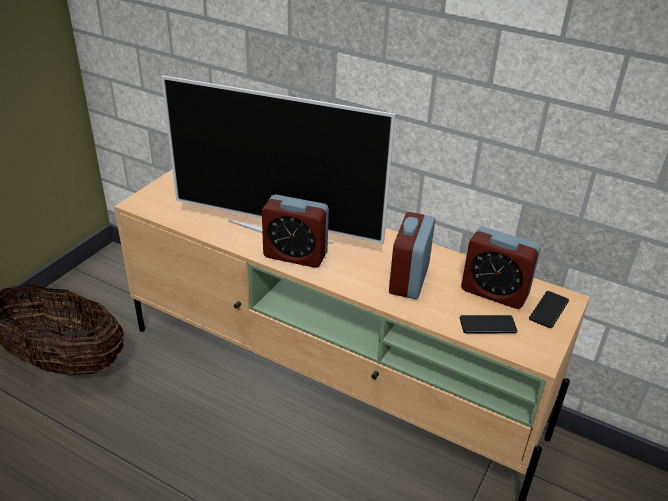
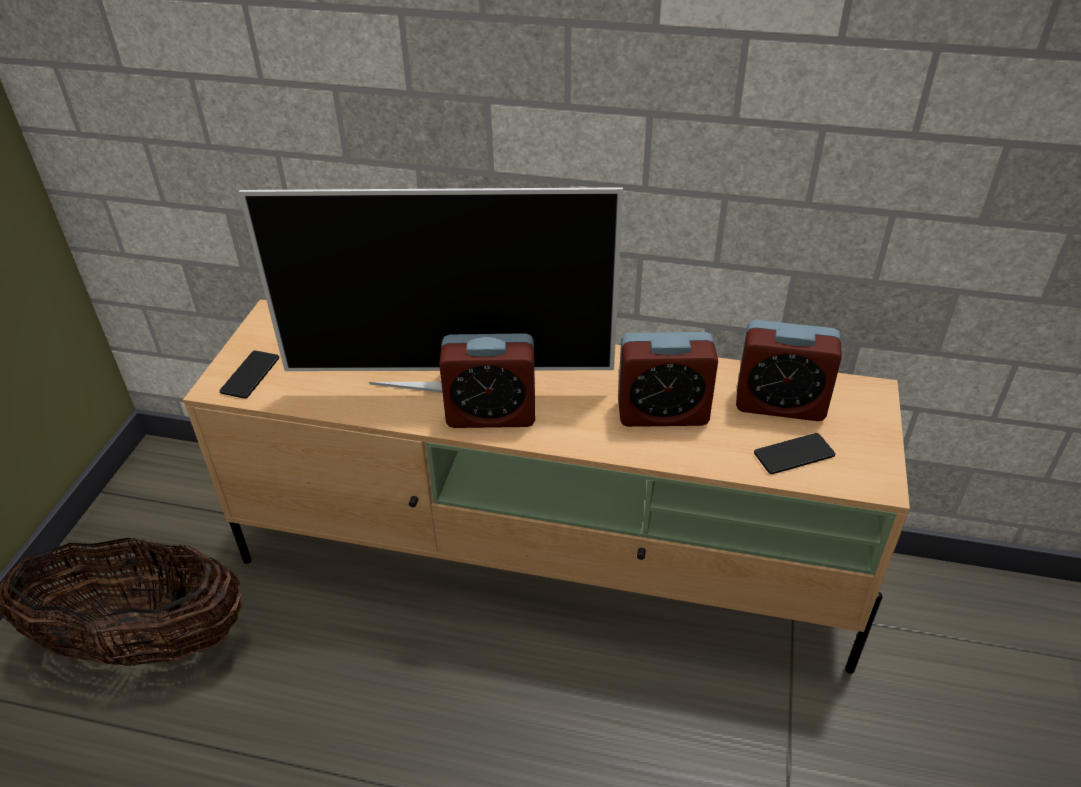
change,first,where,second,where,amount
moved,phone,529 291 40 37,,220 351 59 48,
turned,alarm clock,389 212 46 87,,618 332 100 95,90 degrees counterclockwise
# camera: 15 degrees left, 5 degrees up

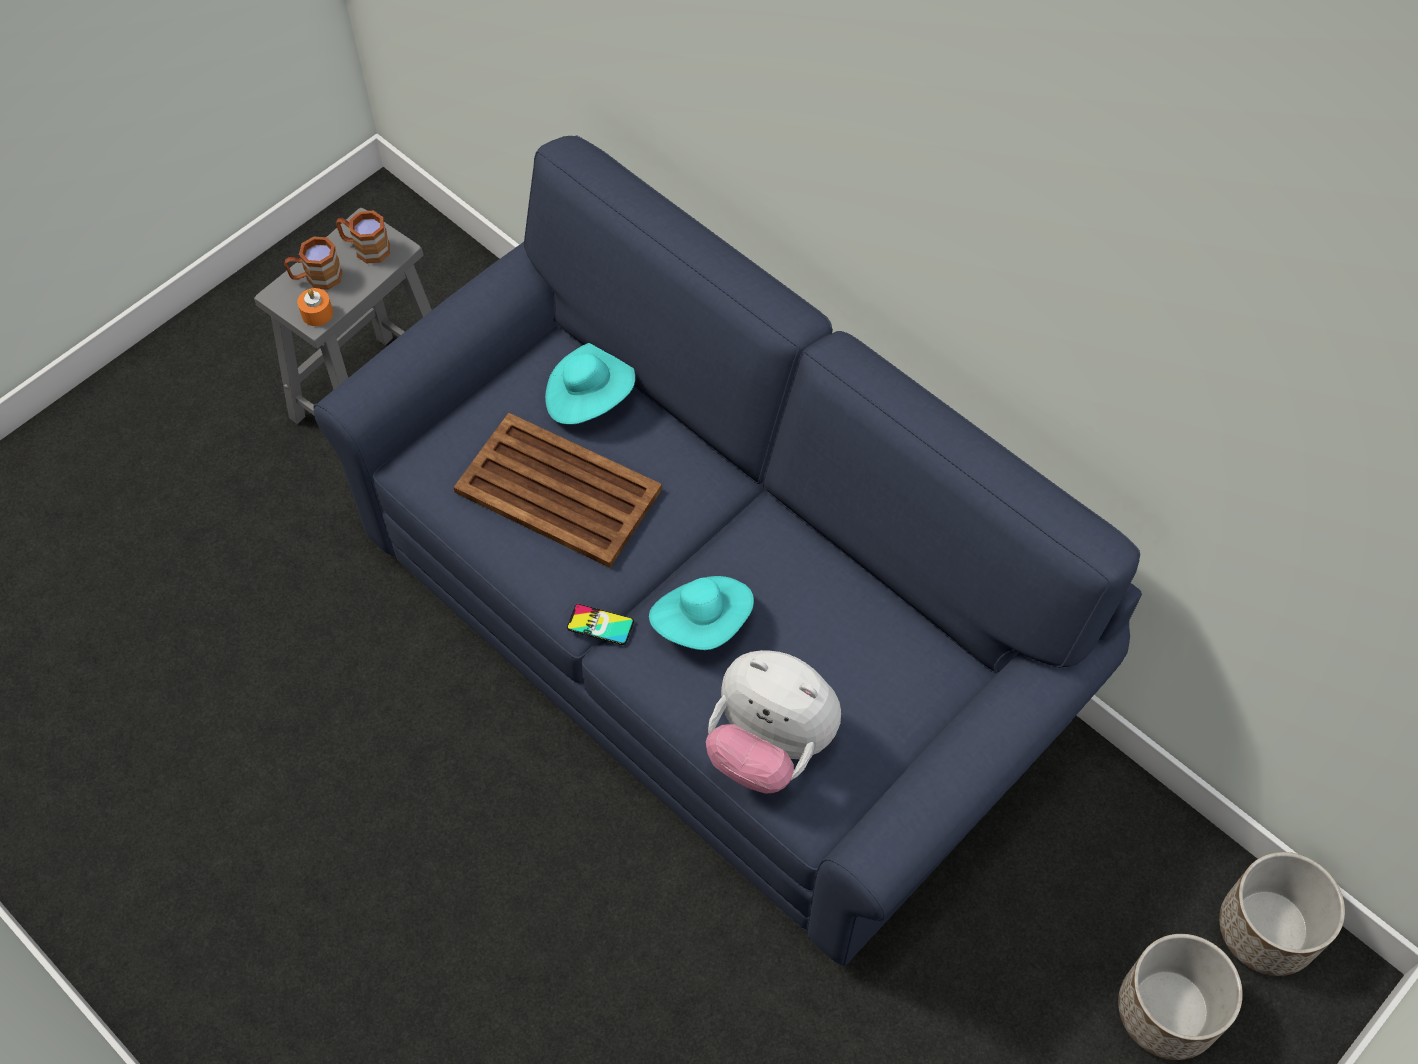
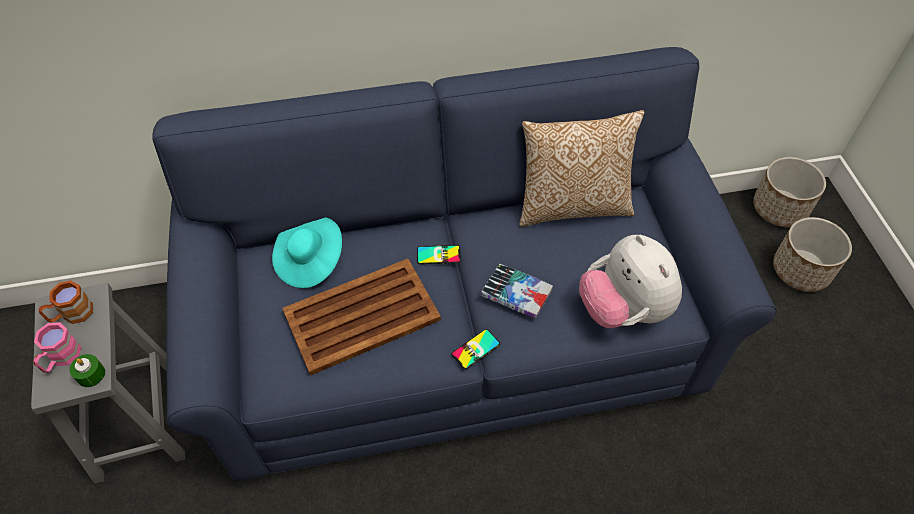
change,first,where,second,where,amount
recoloured,brown mug,284 236 59 54,pink mug,33 322 48 51,
recoloured,orange candle,297 288 36 38,green candle,69 354 36 33,
added,,,phone,417 245 44 19,
replaced,turquoise hat,649 576 105 74,book,481 264 72 55,
added,,,pillow,519 110 126 117,
turned,plush toy,706 650 135 143,,579 235 103 93,90 degrees clockwise
# camera: 55 degrees left, 5 degrees down

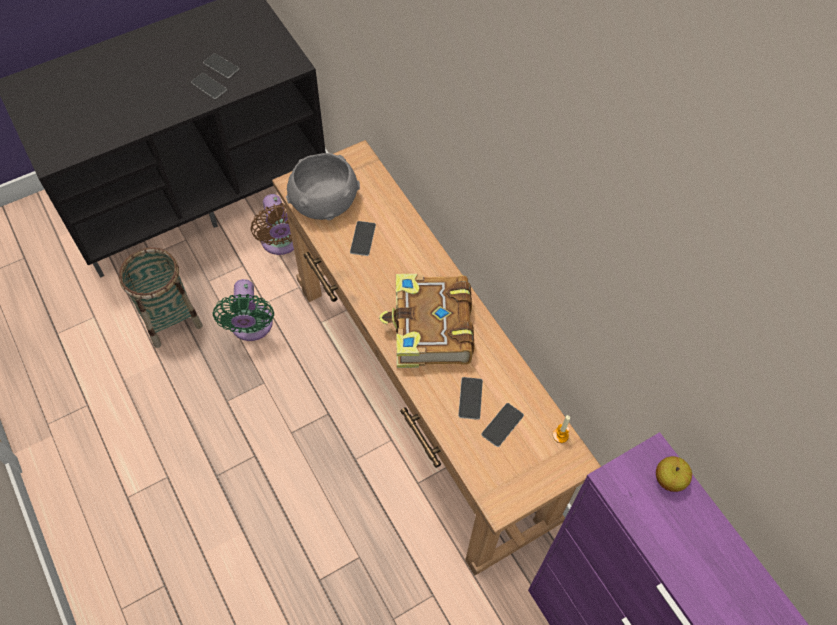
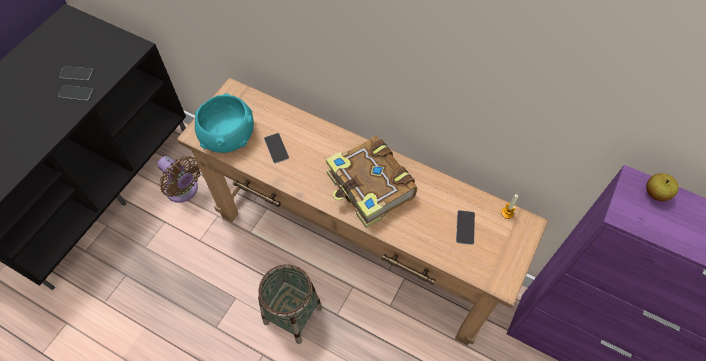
change,first,where,second,where,amount
recoloured,grey bowl,286 153 74 67,turquoise bowl,195 93 59 60,
moved,basket,119 247 83 101,,258 264 64 80,
removed,green fan,213 279 61 62,,,
removed,phone,458 377 25 43,,,
# camera: 30 degrees left, 0 degrees up

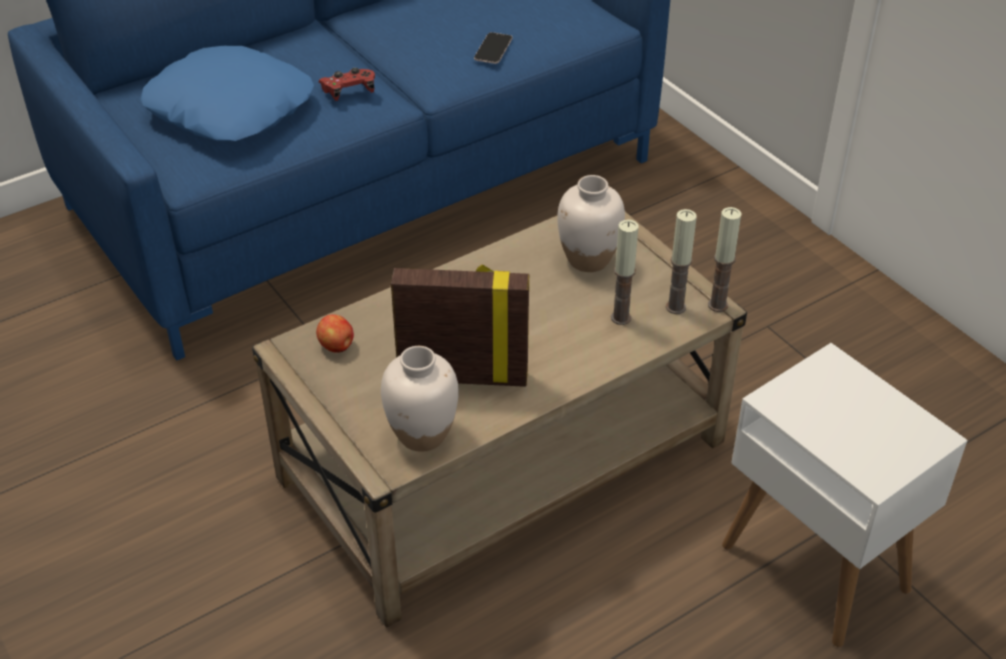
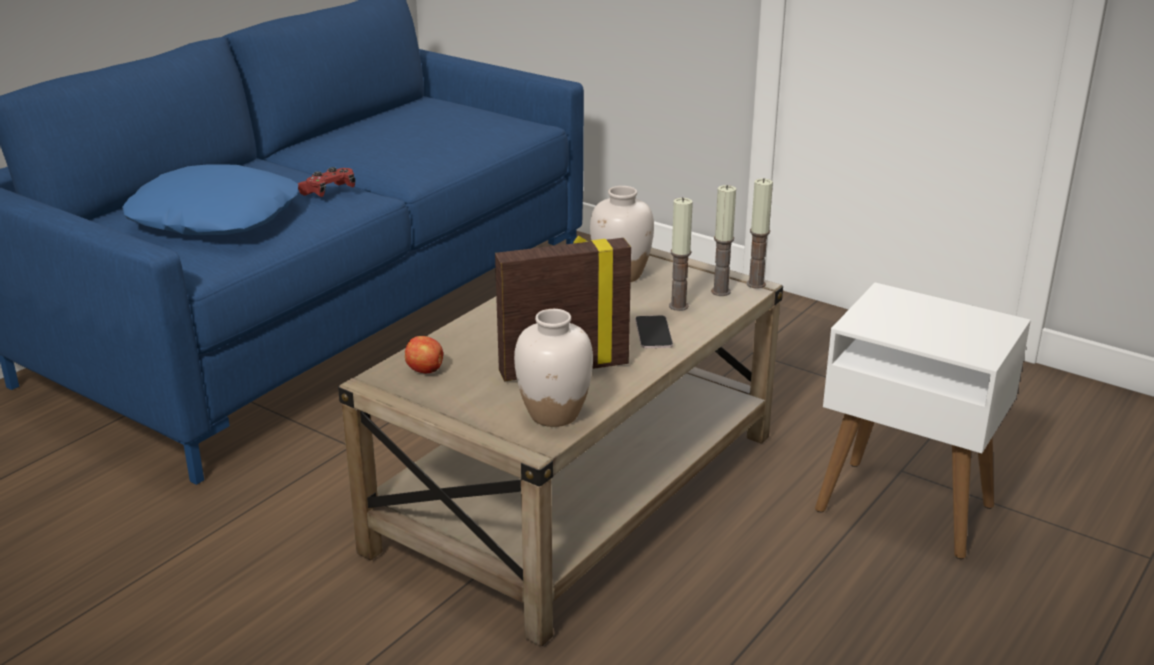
change,first,where,second,where,amount
moved,phone,474 32 38 32,,635 315 38 33,
# camera: 20 degrees left, 15 degrees down

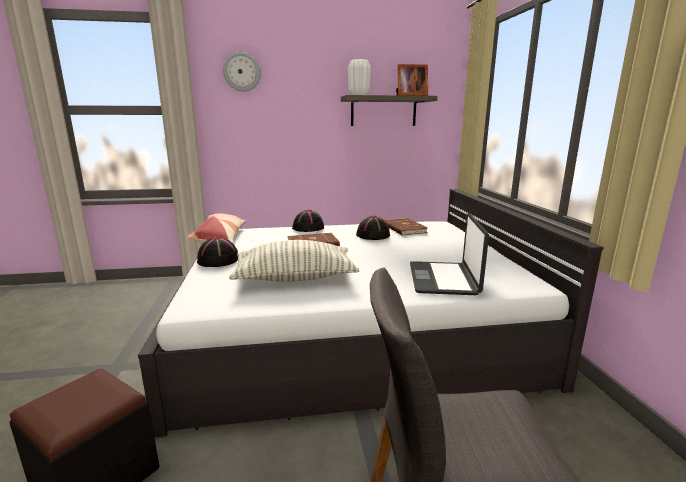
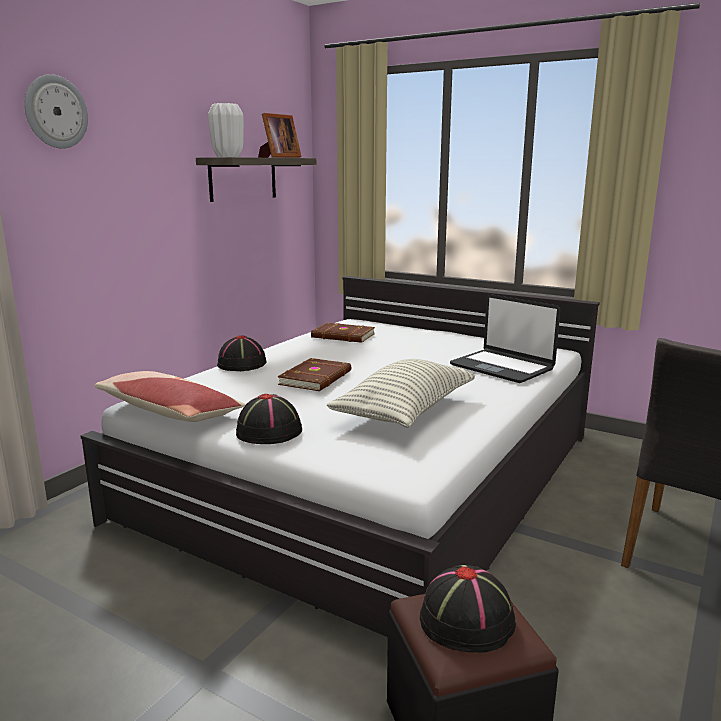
change,first,where,second,where,amount
moved,black hat,356 216 34 24,,420 565 96 88,
# camera: 50 degrees left, 0 degrees up

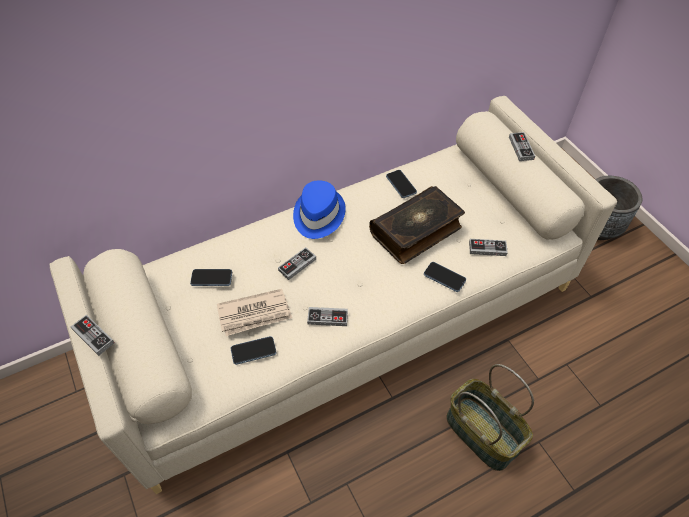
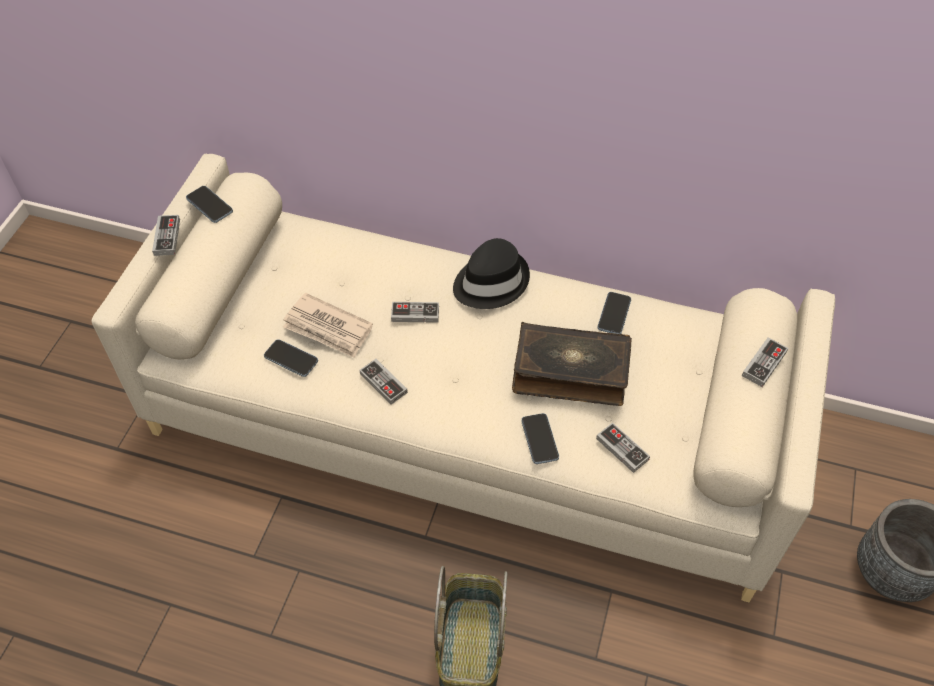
change,first,where,second,where,amount
moved,phone,190 269 42 17,,186 186 47 37,
recoloured,blue hat,293 180 53 59,black hat,453 238 77 71,
# camera: 45 degrees right, 0 degrees up

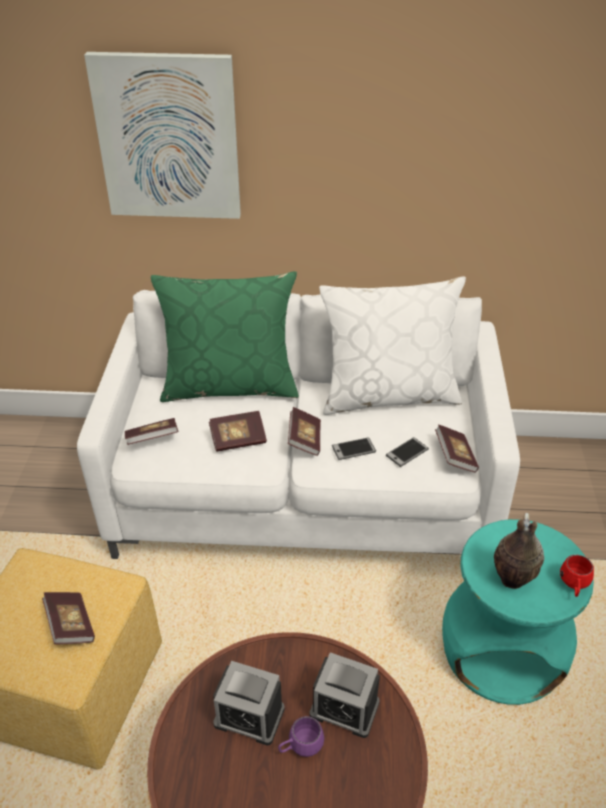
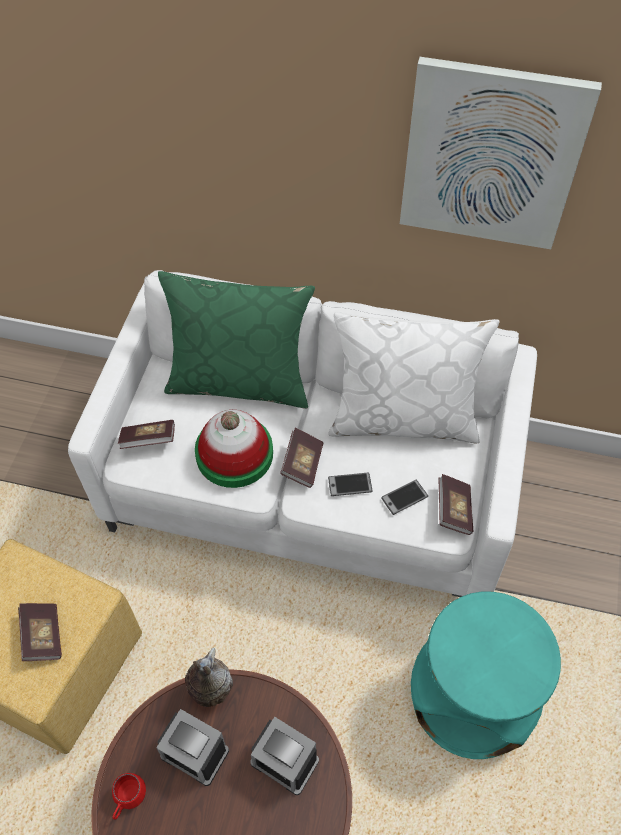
change,first,where,second,where,amount
moved,red mug,560 555 34 42,,112 773 34 46,
moved,vase,494 513 50 76,,185 648 48 59,
replaced,book,209 411 58 41,hat,195 410 78 78,
moved,picture,84 52 157 167,,400 57 202 192,
removed,purple mug,278 716 46 41,,,
# camera: 10 degrees right, 15 degrees up

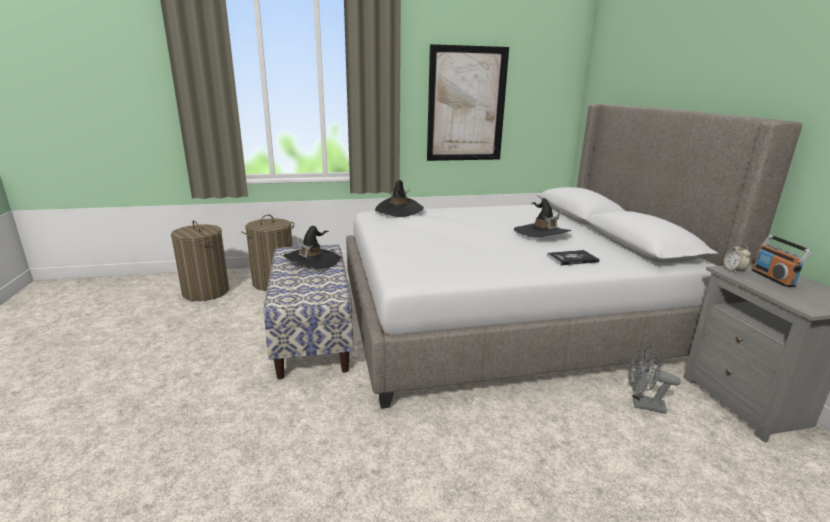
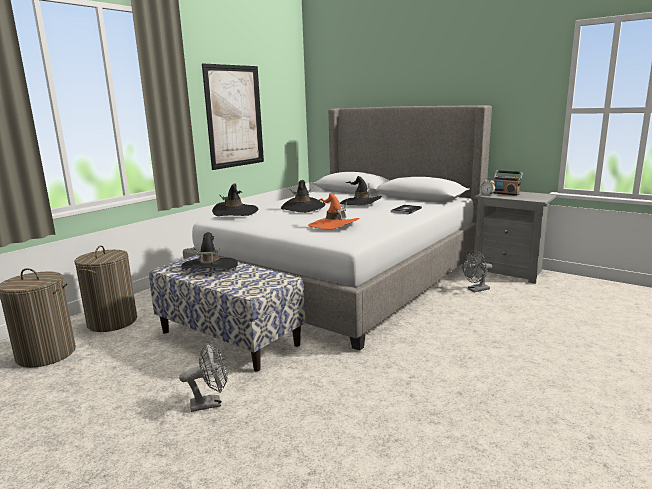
change,first,where,second,where,amount
added,,,grey fan,179 343 49 69,
added,,,black hat,281 180 44 33,
added,,,orange hat,308 193 51 36,
# camera: 40 degrees left, 5 degrees down

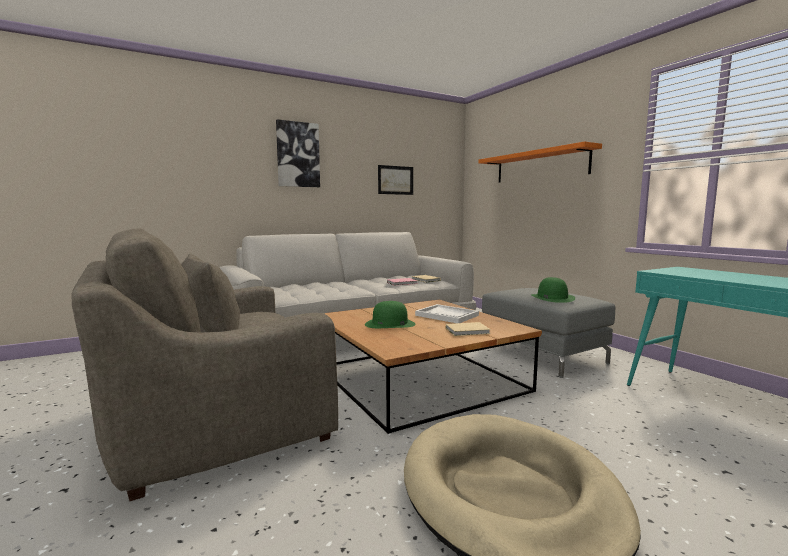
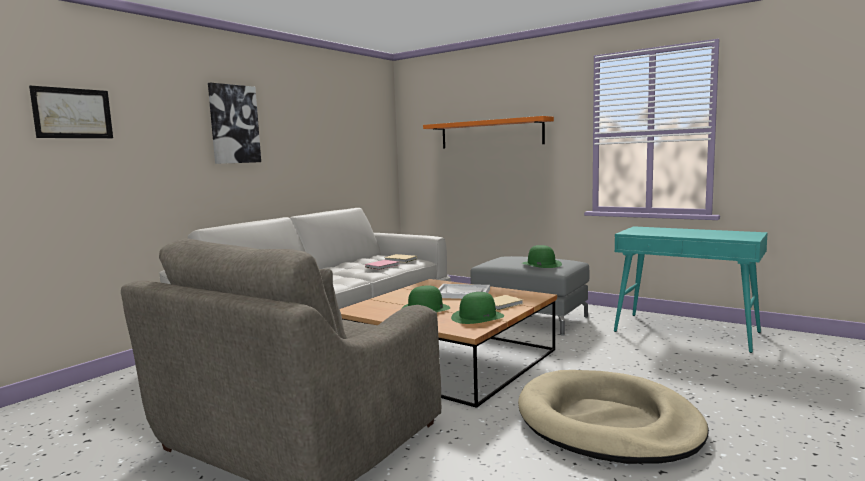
change,first,where,second,where,amount
moved,picture,378 165 35 30,,29 86 84 52,
added,,,green hat,451 292 53 32,
# camera: 25 degrees left, 0 degrees up

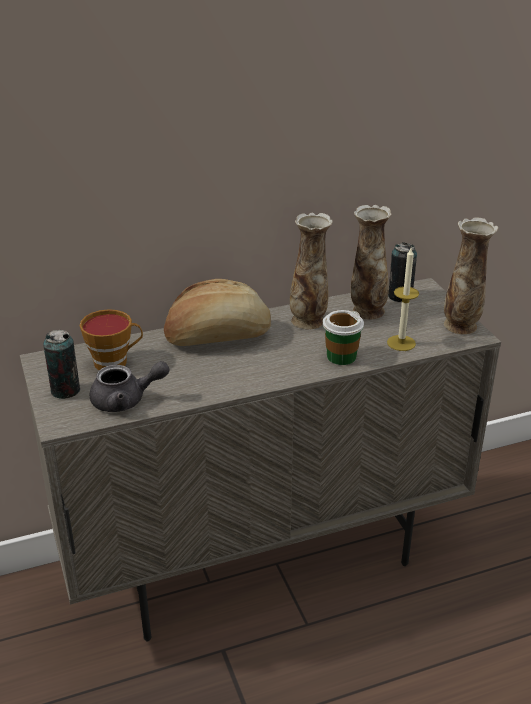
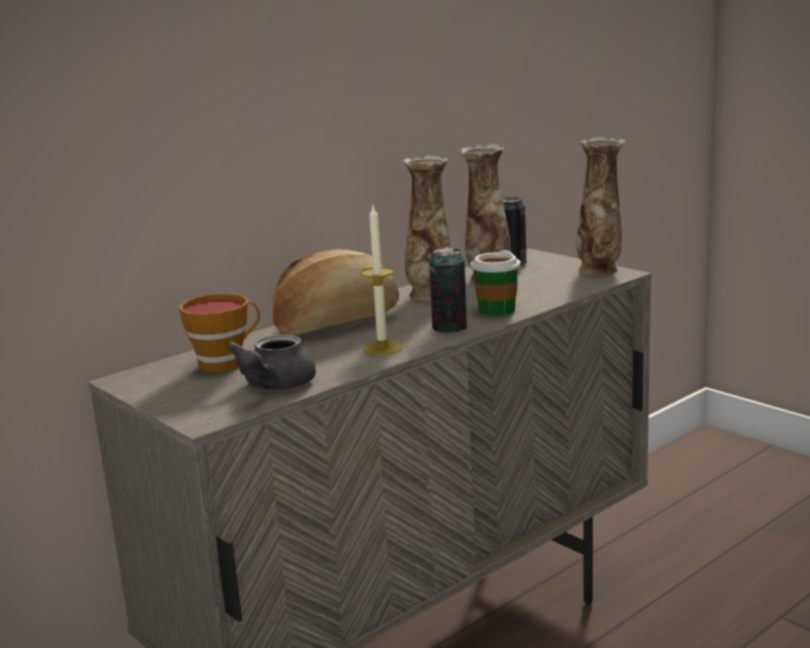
change,first,where,second,where,amount
turned,grey teapot,90 361 80 51,,226 334 90 56,135 degrees clockwise
moved,candle,387 248 32 103,,360 206 42 149,
moved,can,43 330 37 69,,429 247 38 86,
# camera: 20 degrees left, 15 degrees down

